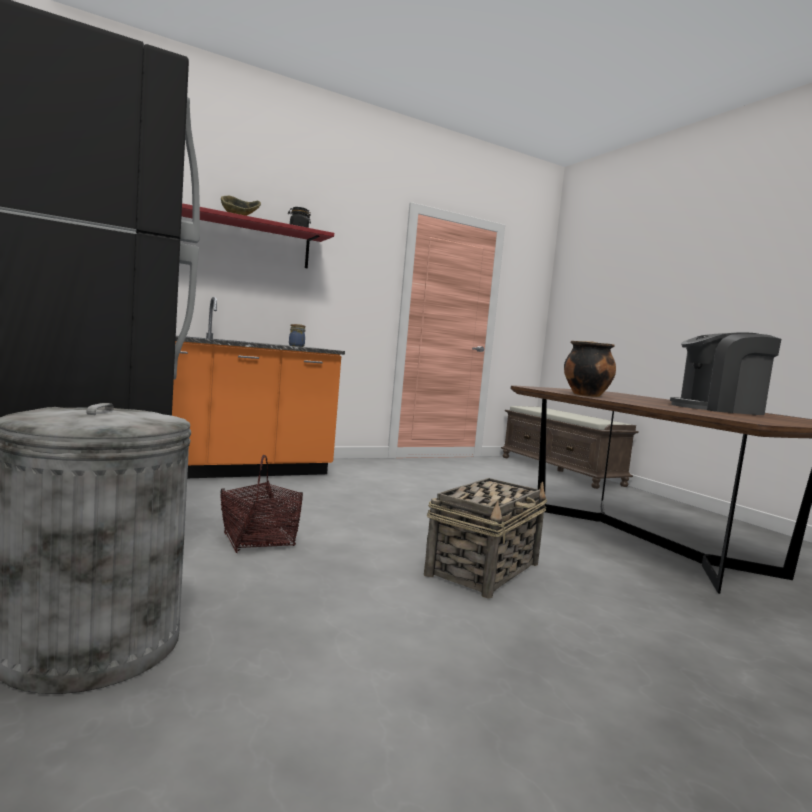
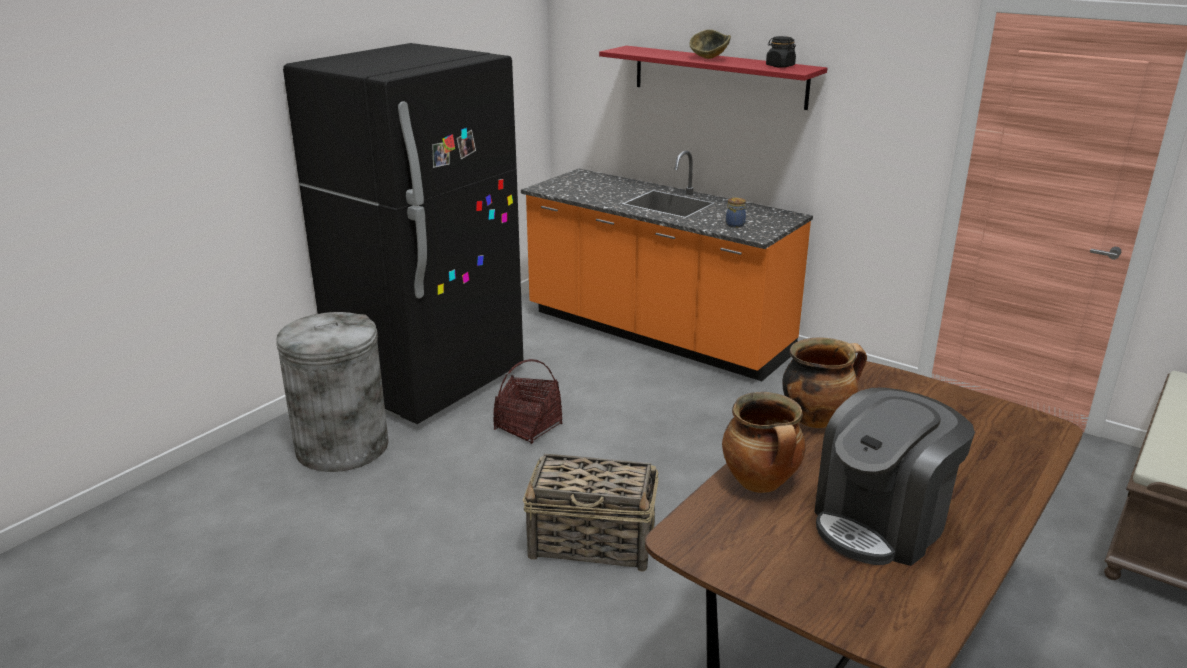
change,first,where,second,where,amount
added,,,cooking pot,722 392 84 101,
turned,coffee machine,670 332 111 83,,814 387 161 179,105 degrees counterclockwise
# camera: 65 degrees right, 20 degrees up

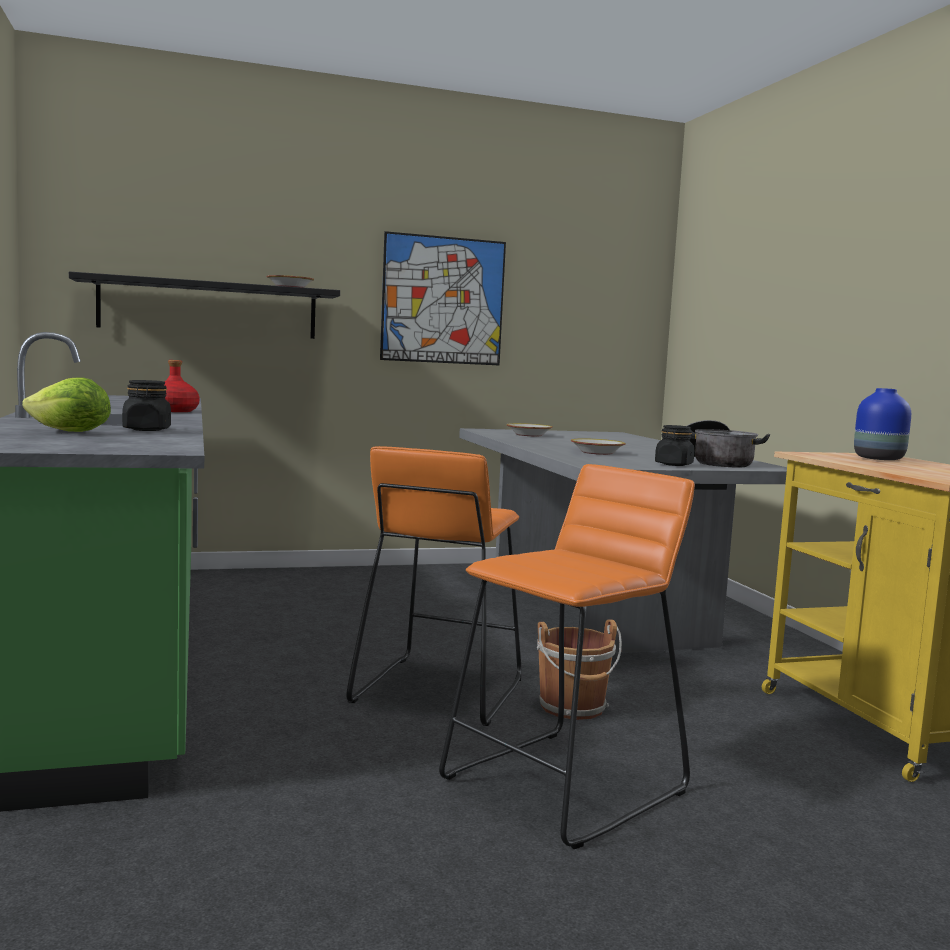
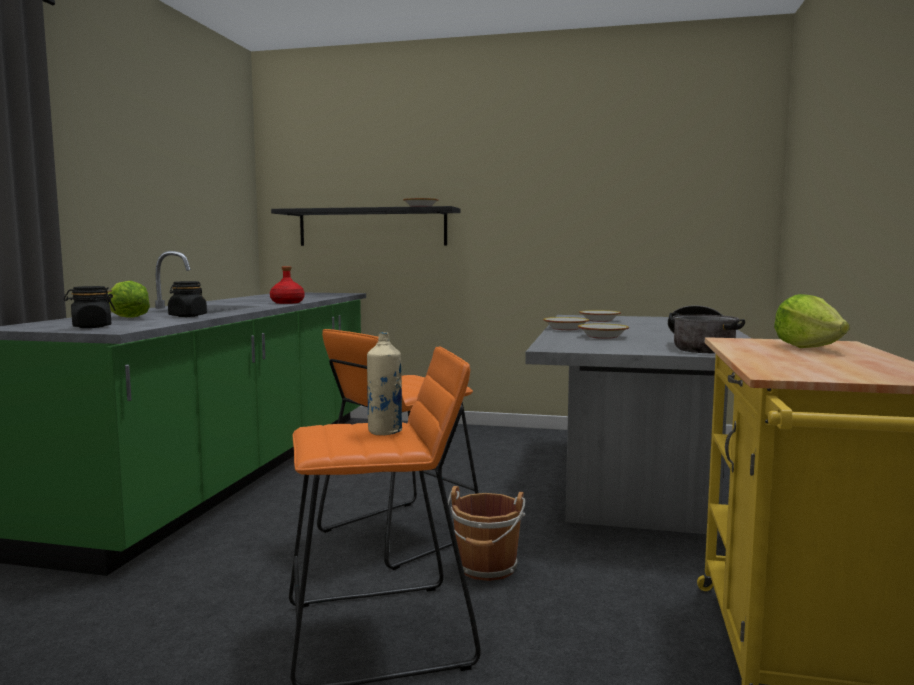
change,first,where,second,where,amount
moved,black jar,655 425 39 41,,64 286 52 42,
added,,,beige bottle,367 332 35 103,
added,,,bowl,543 317 46 13,
replaced,blue vase,854 388 57 72,lettuce,774 294 76 54,
removed,picture,380 231 126 134,,,
# camera: 30 degrees right, 0 degrees up

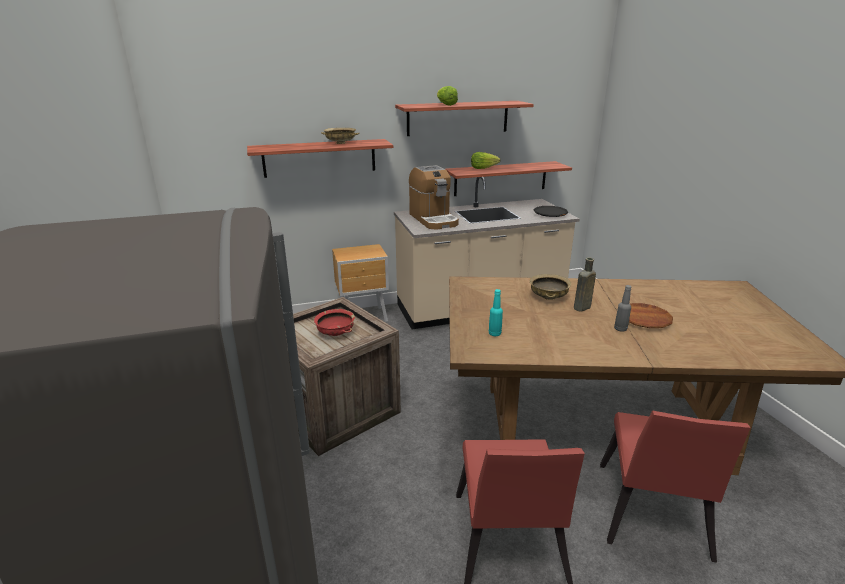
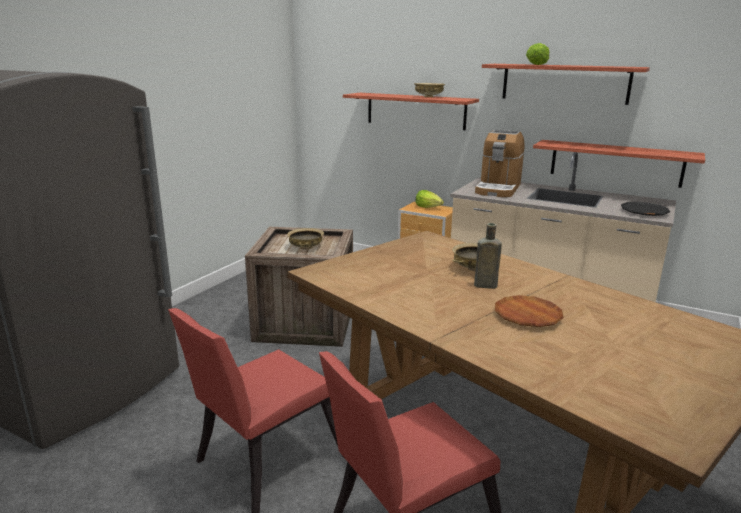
change,first,where,second,where,amount
recoloured,red bowl,314 309 41 27,beige bowl,287 228 37 22,
moved,lettuce,471 152 29 17,,416 190 28 18,
removed,turquoise bottle,489 289 14 47,,,
removed,grey bottle,614 285 18 47,,,
# camera: 45 degrees right, 5 degrees down

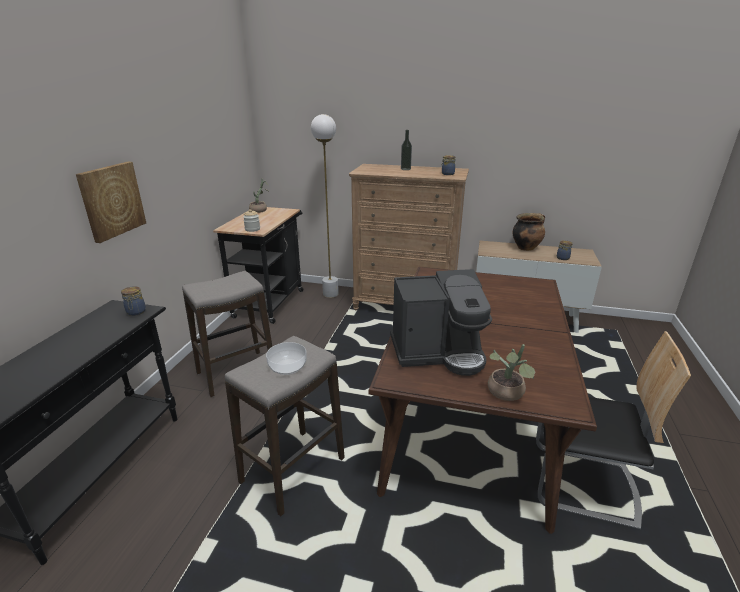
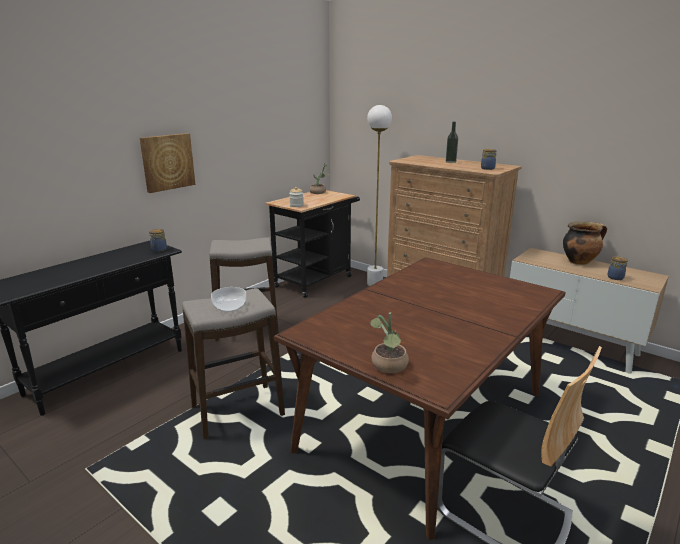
change,first,where,second,where,amount
removed,coffee machine,390 269 102 107,,,
# camera: 25 degrees right, 5 degrees down

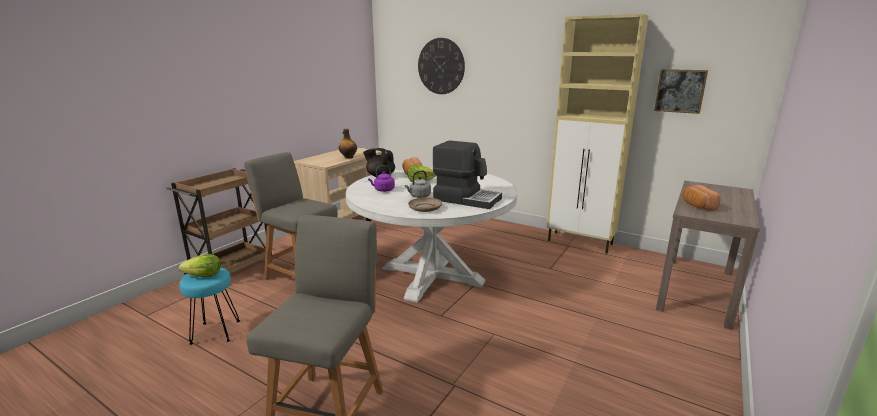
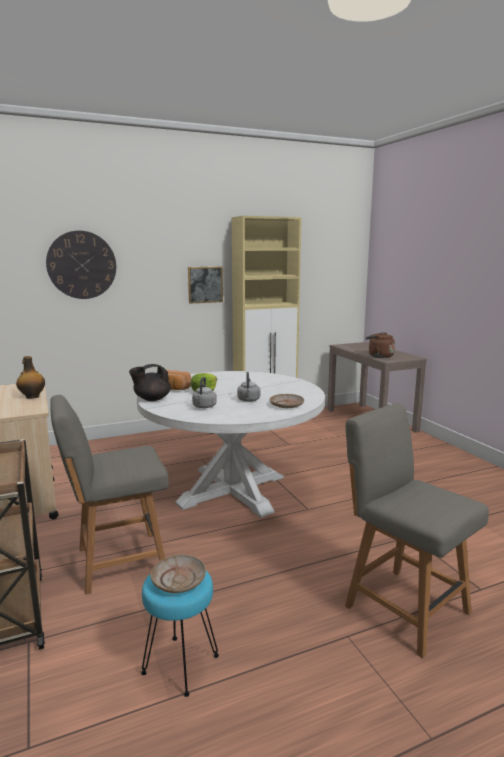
change,first,where,second,where,amount
replaced,lettuce,179 254 42 23,beige plate,150 554 56 39,
moved,picture,654 69 54 45,,188 267 35 37,
recoloured,purple kettle,368 165 27 27,grey kettle,192 377 24 31,
replaced,bread,683 185 38 26,brown kettle,365 332 30 26,
removed,coffee machine,433 140 69 69,,,
# camera: 55 degrees left, 5 degrees down

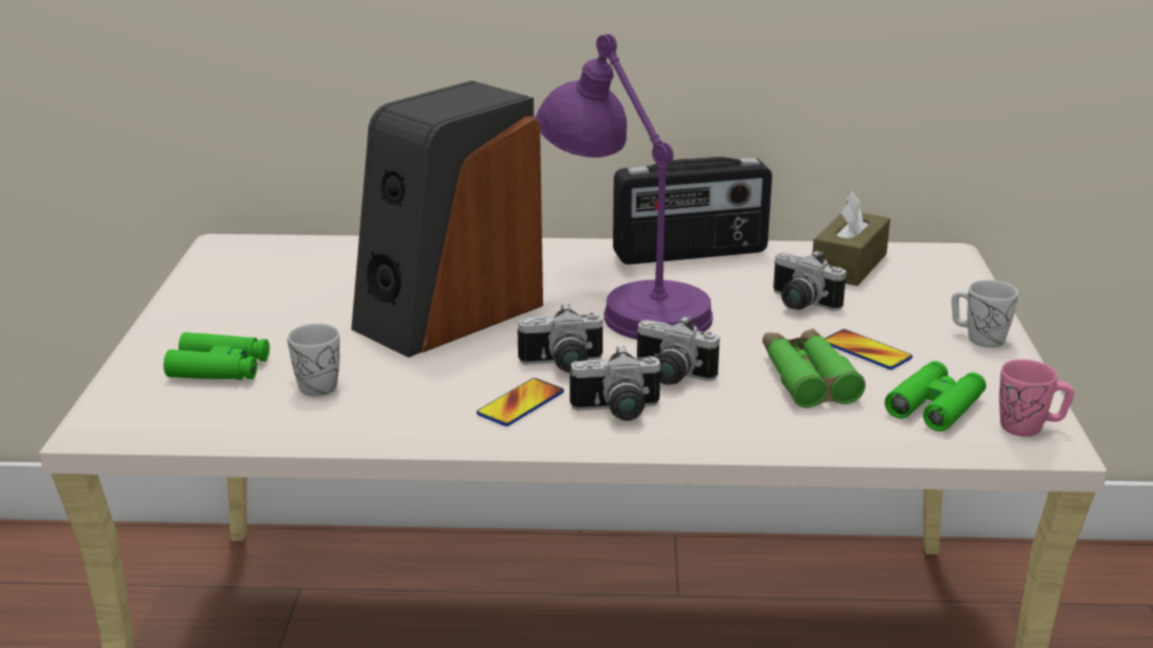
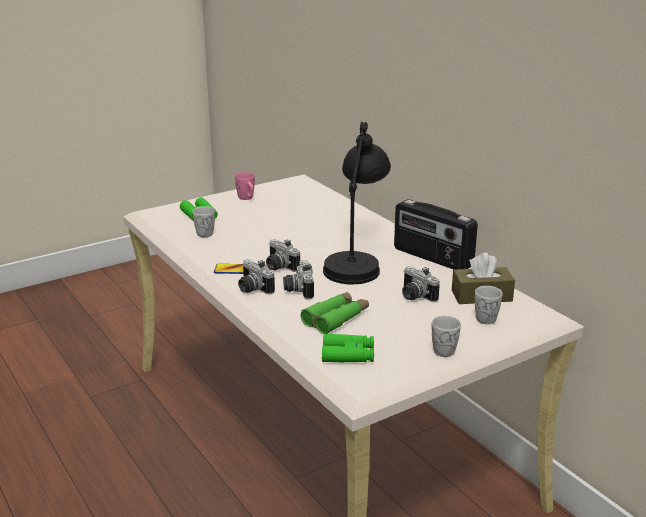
change,first,where,second,where,amount
moved,pink mug,999 359 75 78,,235 172 20 28,
recoloured,purple table lamp,535 34 178 306,black table lamp,323 122 68 162,
turned,photo camera,773 250 73 61,,402 266 38 36,45 degrees counterclockwise
added,,,white mug,475 286 27 38,
removed,speaker,351 80 192 278,,,
removed,phone,825 329 88 41,,,
# camera: 55 degrees right, 0 degrees up

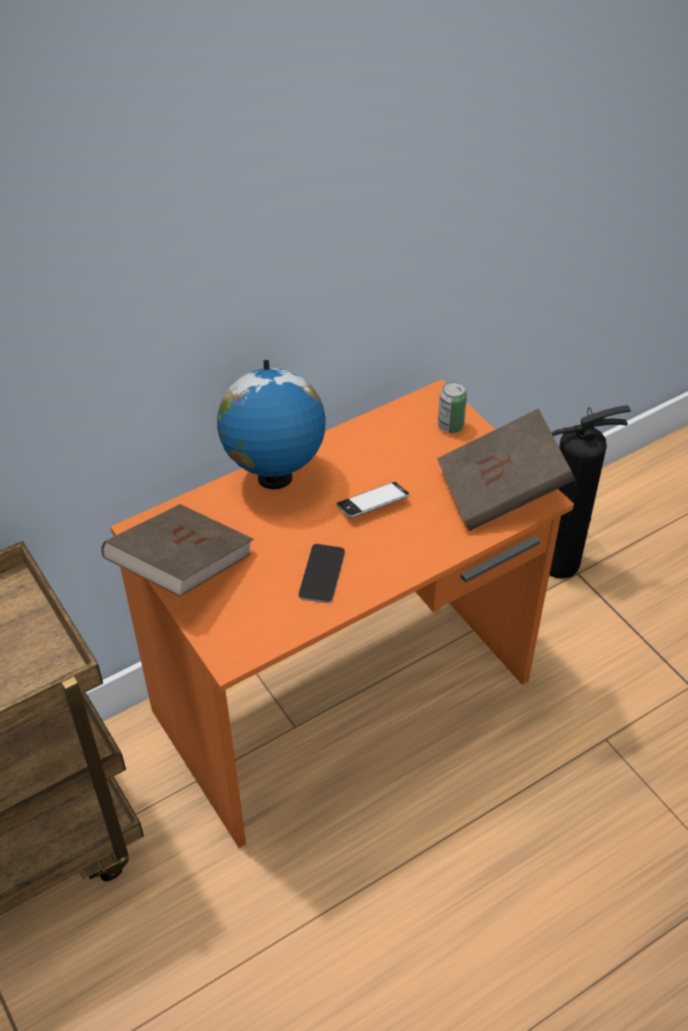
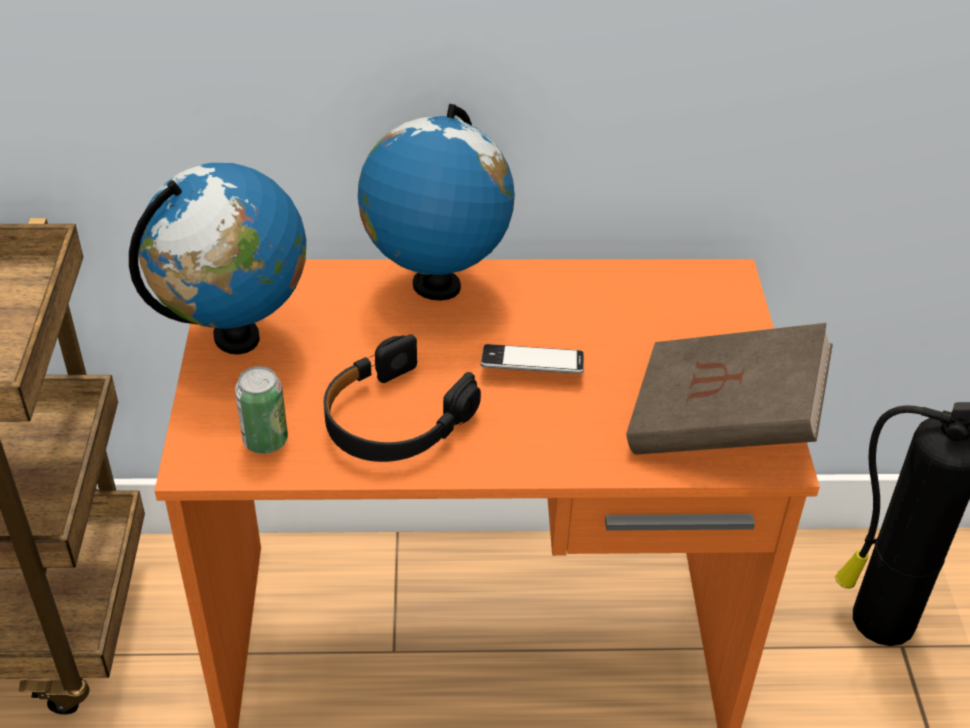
change,first,where,second,where,amount
replaced,brown book,101 504 152 92,globe,129 163 177 192,
moved,can,438 381 29 52,,235 366 53 88,
replaced,phone,299 544 46 59,black headphones,324 334 157 128,
# camera: 30 degrees right, 5 degrees down

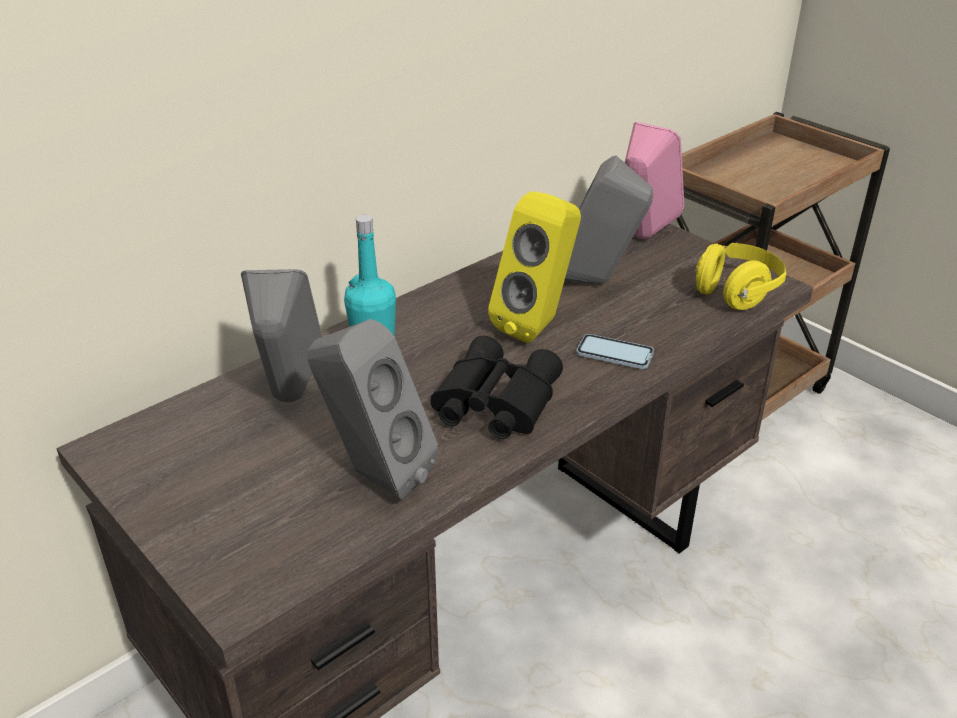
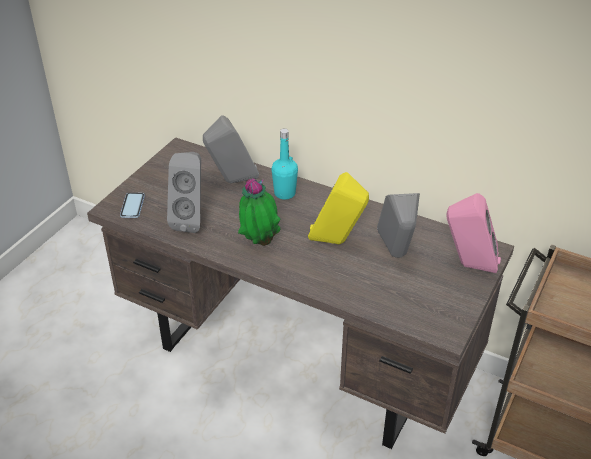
change,first,where,second,where,amount
moved,phone,576 334 78 35,,120 193 25 25,
replaced,black binoculars,431 336 132 103,potted plant,238 178 43 68,
removed,yellow headphones,695 243 92 67,,,
# camera: 70 degrees right, 5 degrees up

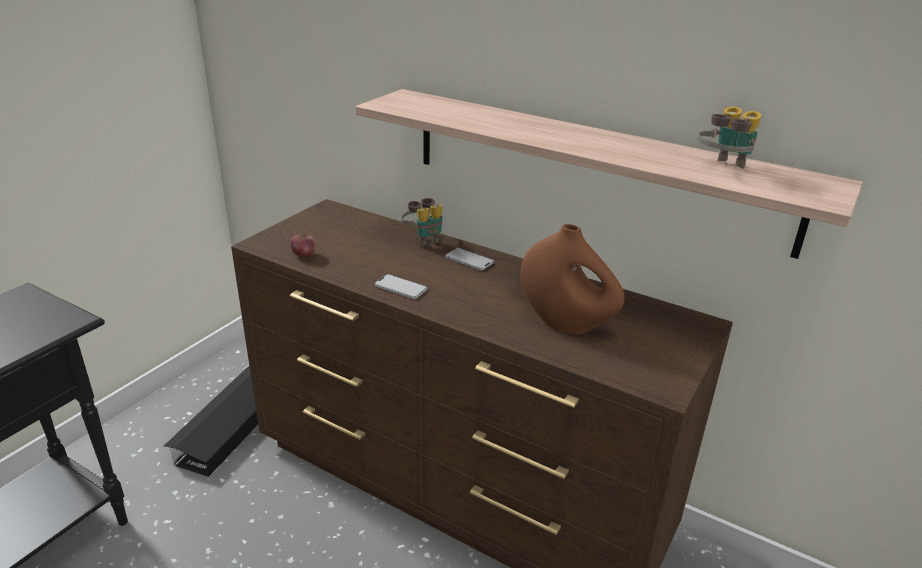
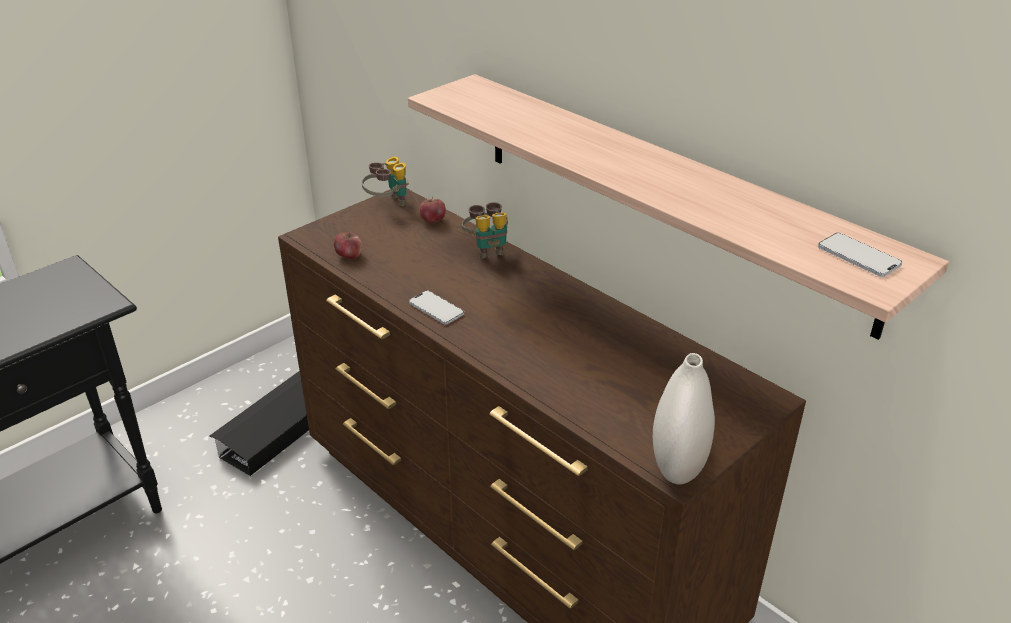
change,first,where,second,where,amount
moved,binoculars,698 107 63 62,,362 157 47 49,
added,,,apple,419 197 27 26,
added,,,white vase,653 353 62 131,
moved,phone,445 248 49 23,,818 233 84 44,
removed,brown vase,520 224 105 110,,,
# camera: 15 degrees right, 5 degrees up

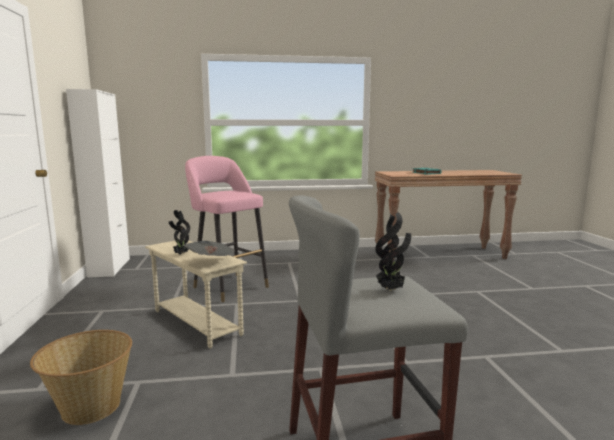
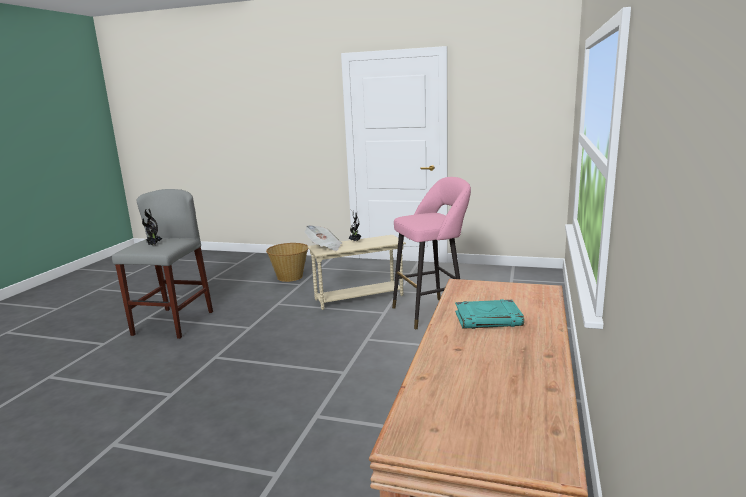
change,first,where,second,where,amount
removed,white cabinet,66 89 64 189,,,
# camera: 115 degrees right, 5 degrees up

